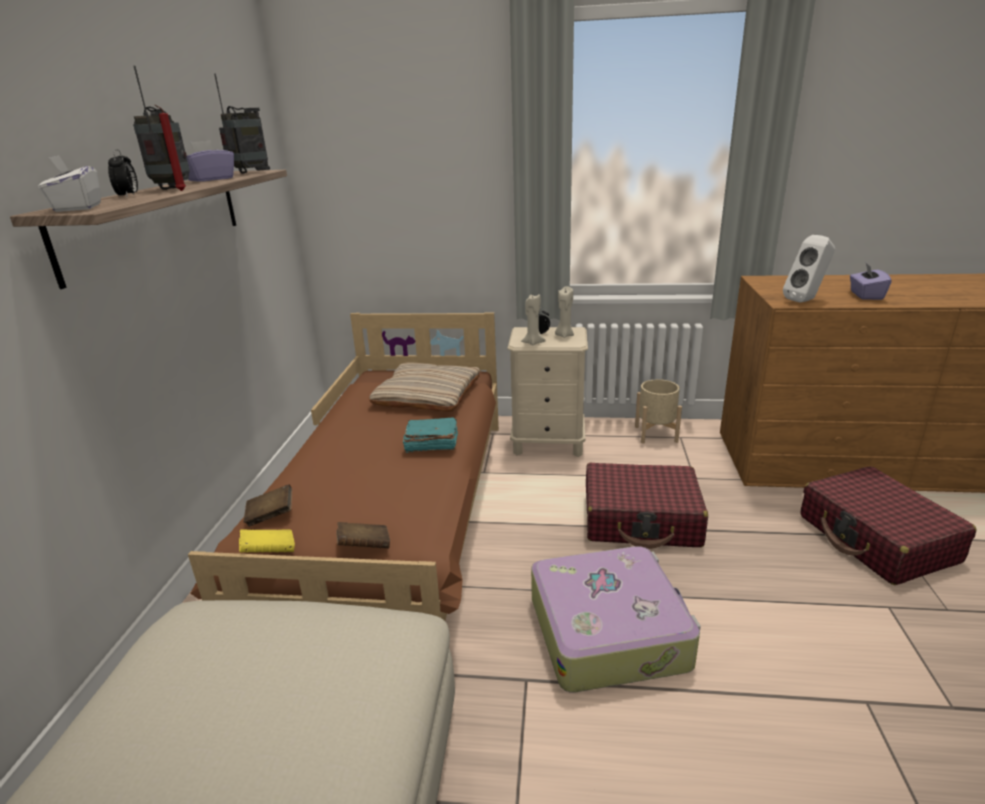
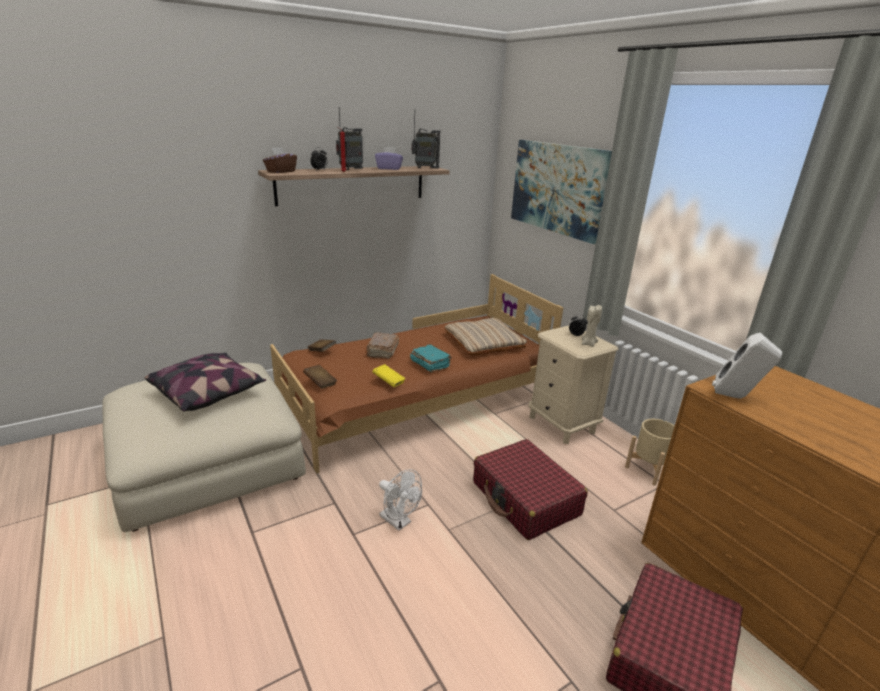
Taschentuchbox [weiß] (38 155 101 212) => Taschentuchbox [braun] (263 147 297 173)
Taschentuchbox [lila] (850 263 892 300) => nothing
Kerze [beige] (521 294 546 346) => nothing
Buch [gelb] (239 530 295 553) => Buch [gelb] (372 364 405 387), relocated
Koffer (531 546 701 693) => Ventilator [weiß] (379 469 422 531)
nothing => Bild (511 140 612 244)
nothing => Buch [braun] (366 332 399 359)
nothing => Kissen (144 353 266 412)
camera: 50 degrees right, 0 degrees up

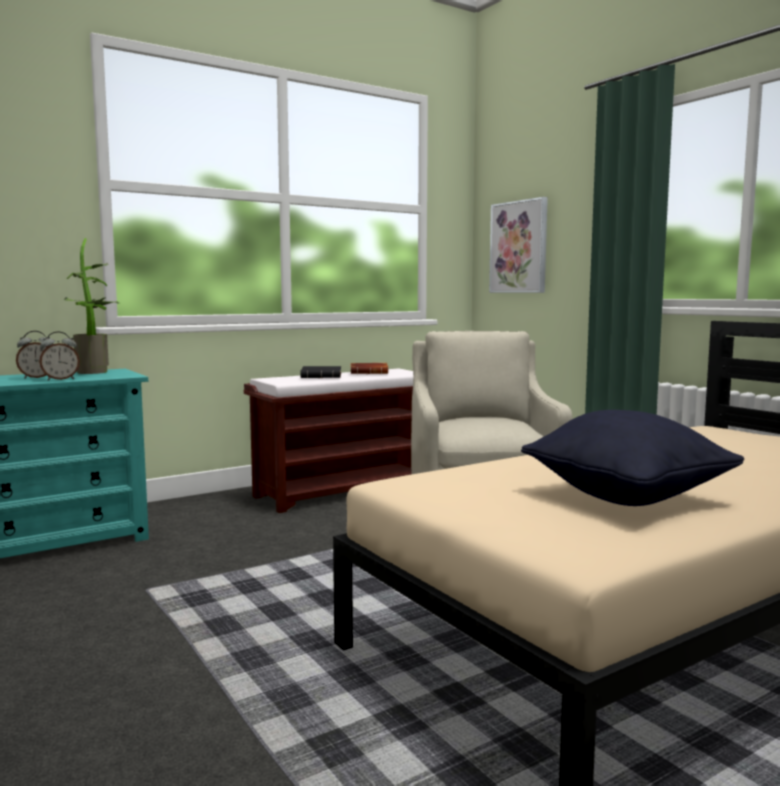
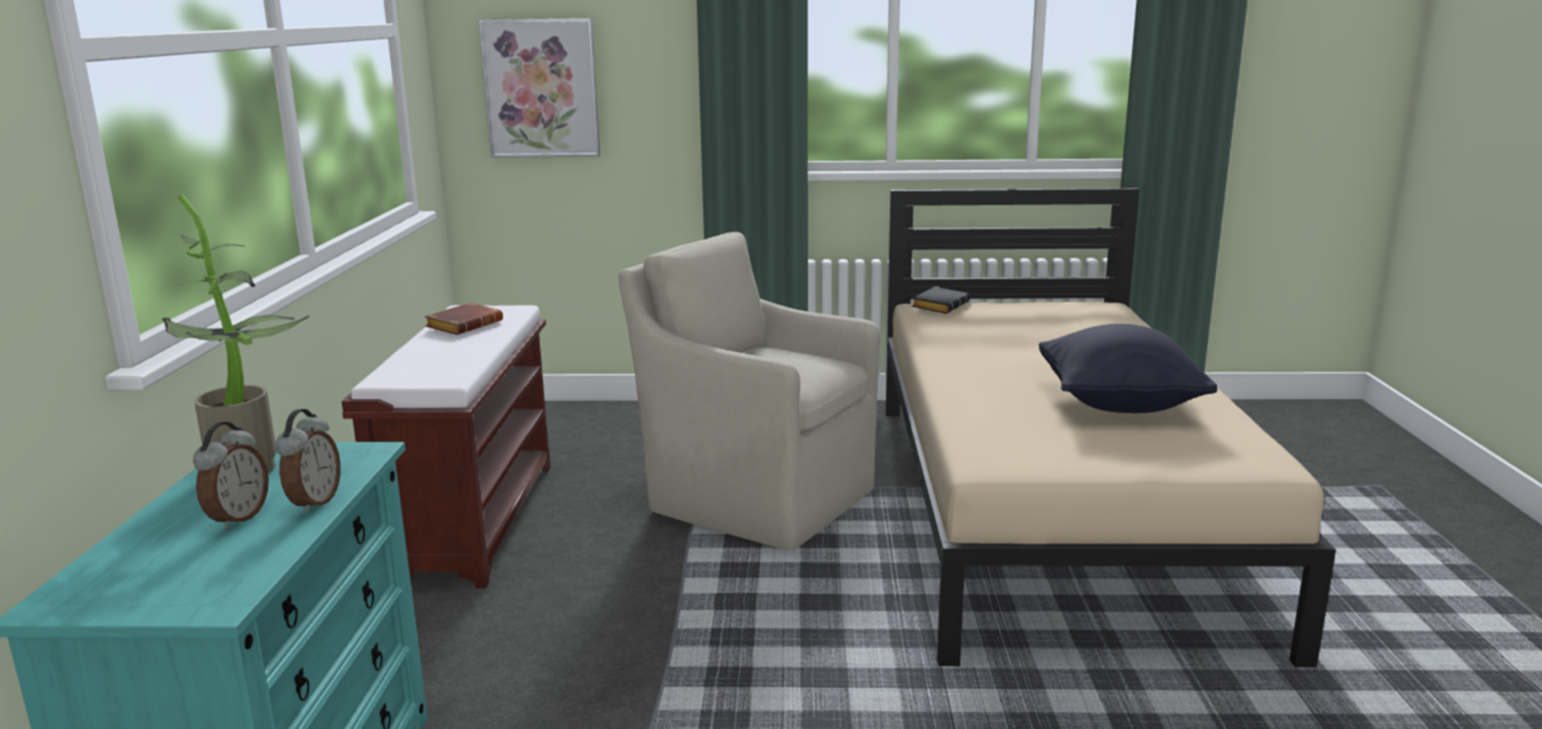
Buch [schwarz] (301 366 341 378) => Buch [schwarz] (912 287 970 314), relocated
camera: 55 degrees left, 10 degrees up

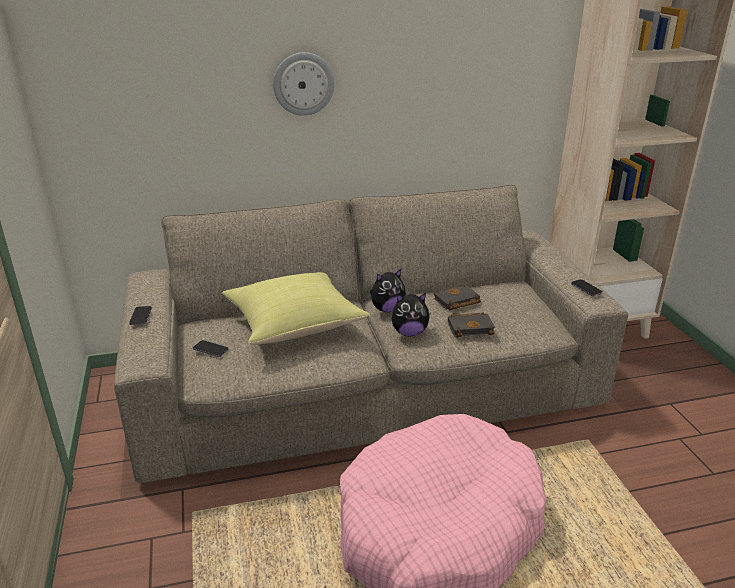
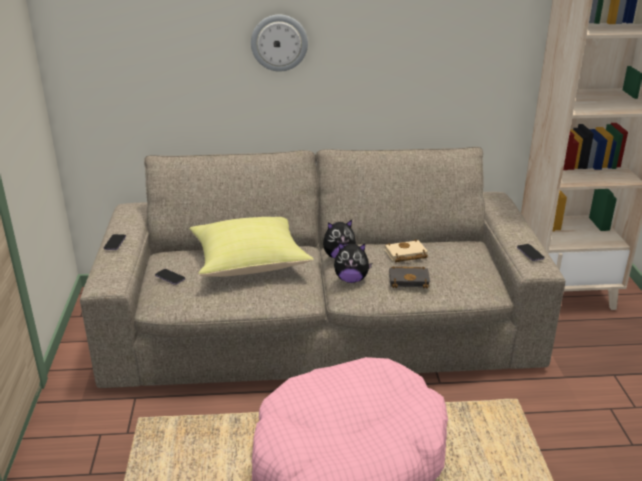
Buch [schwarz] (433 284 481 311) => Buch [beige] (385 239 428 263)
camera: 10 degrees right, 0 degrees up

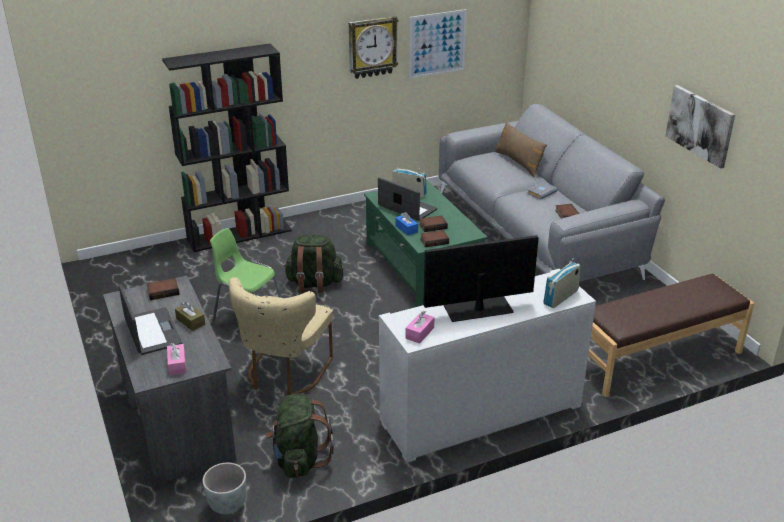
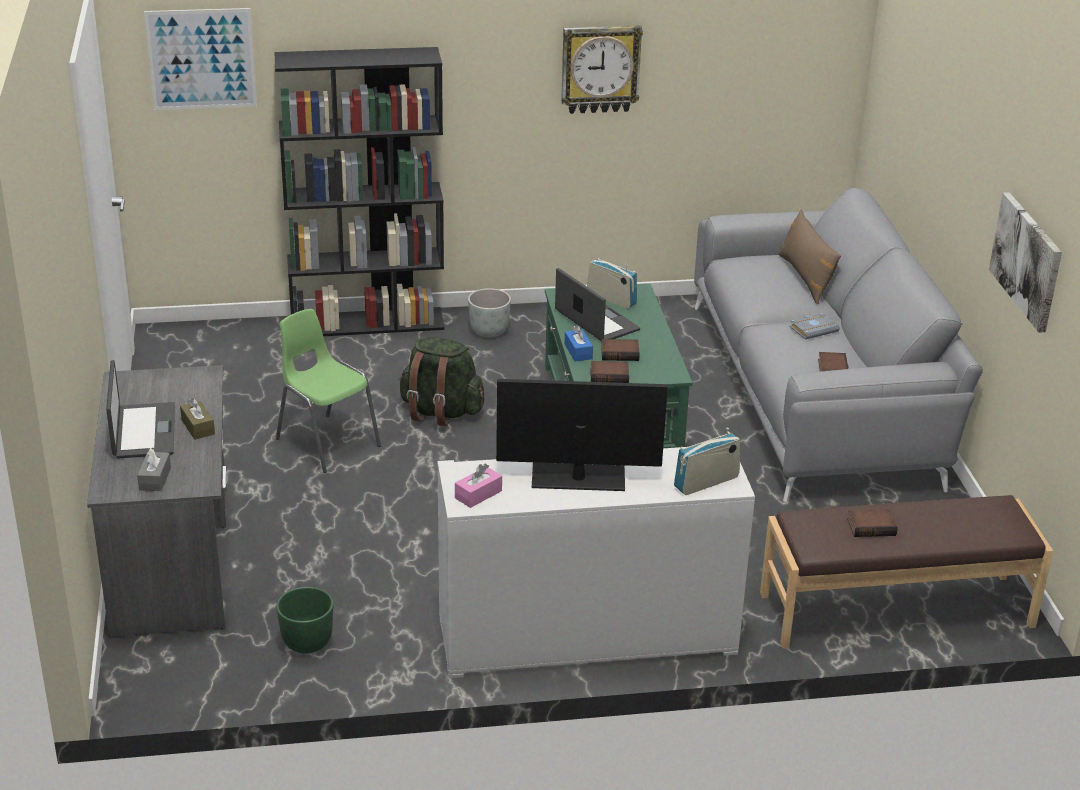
Bild (409 9 467 79) => Bild (144 8 257 110), relocated
Stuhl [beige] (229 277 333 395) => nothing
Buch (146 278 180 300) => Buch (847 509 898 537), relocated
Taschentuchbox [rosa] (167 343 186 375) => Taschentuchbox [grau] (137 448 171 491)
Rucksack [grün] (266 393 333 478) => Pflanzkübel [grün] (276 587 333 654)
Pflanzkübel [grau] (203 463 246 514) => Pflanzkübel [grau] (468 288 511 337), relocated
camera: 15 degrees right, 0 degrees up

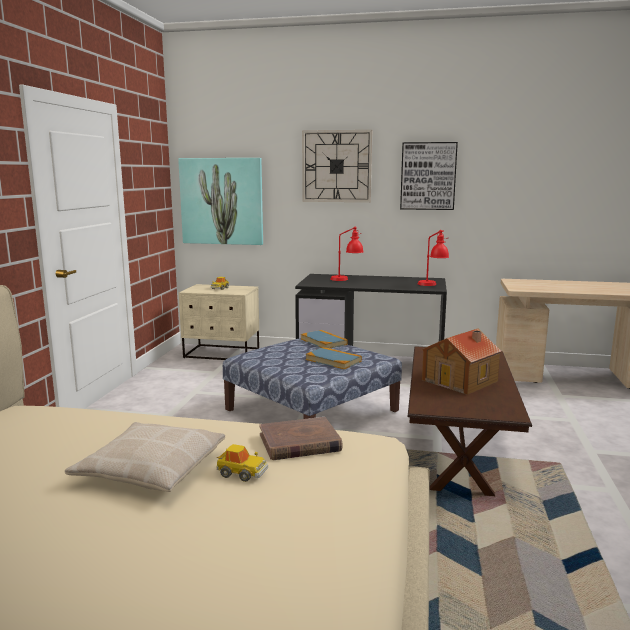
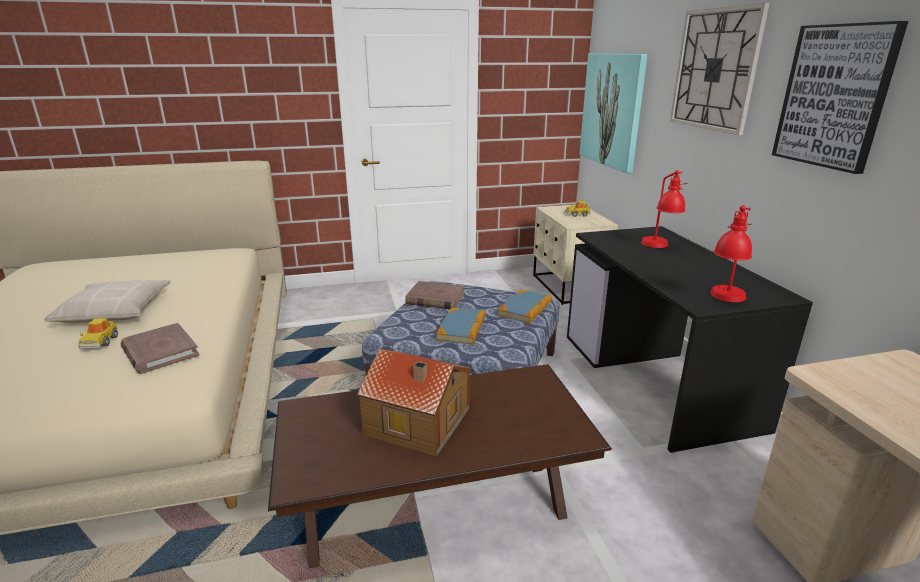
nothing => Buch [braun] (405 281 465 309)
camera: 65 degrees right, 10 degrees up

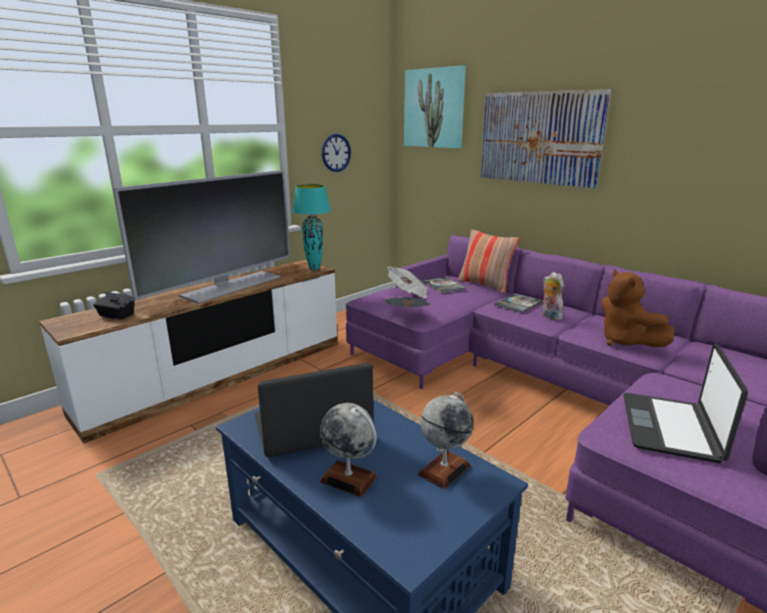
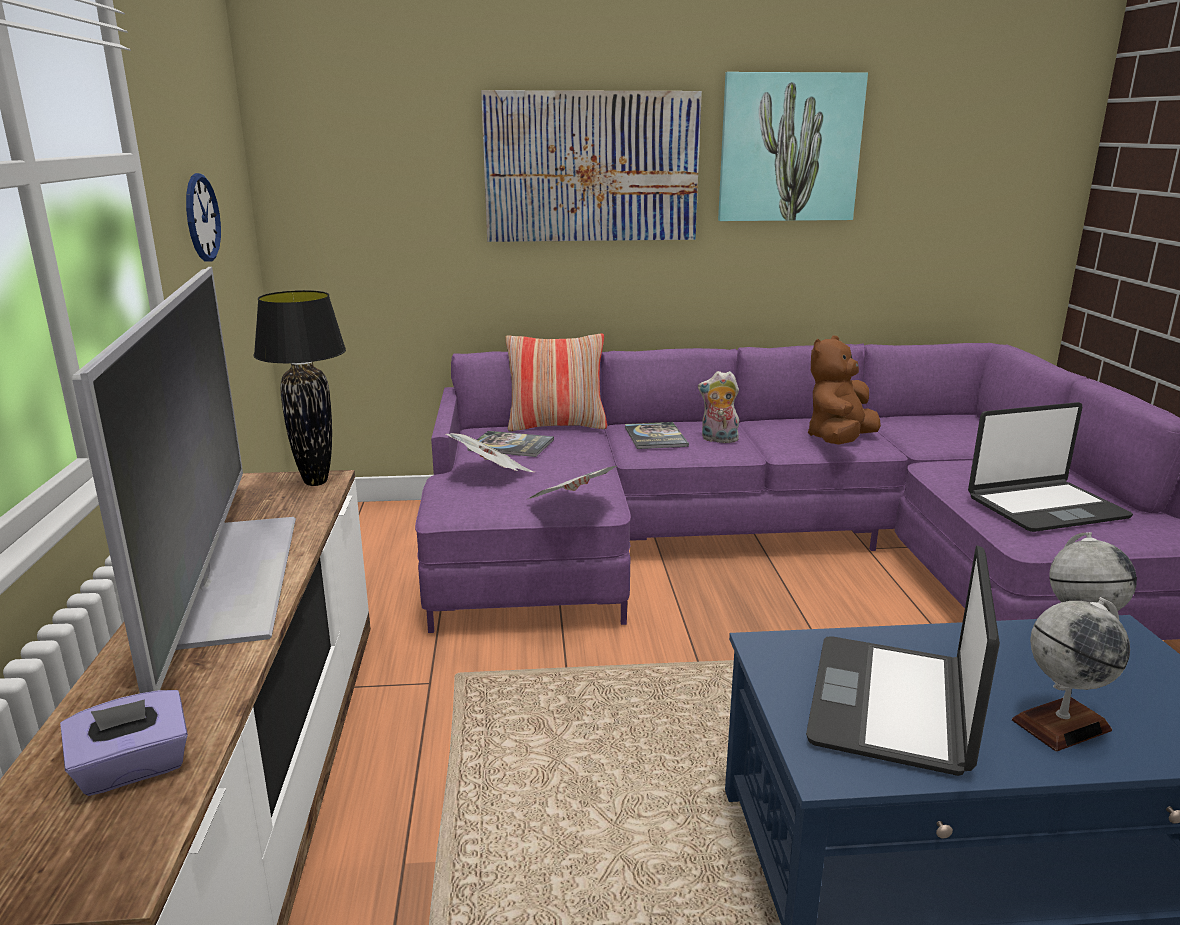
Bild (404 65 466 149) => Bild (718 72 868 221), relocated
Tischlampe [türkis] (292 184 331 270) => Tischlampe [schwarz] (254 290 346 486)
Plüschtier [braun] (602 269 674 347) => Plüschtier [braun] (808 335 881 445), 105 degrees clockwise
Taschentuchbox [schwarz] (93 291 135 320) => Taschentuchbox [lila] (60 690 188 796)
Laptop (623 343 748 463) => Laptop (968 402 1133 532), 75 degrees counterclockwise
camera: 50 degrees left, 0 degrees up

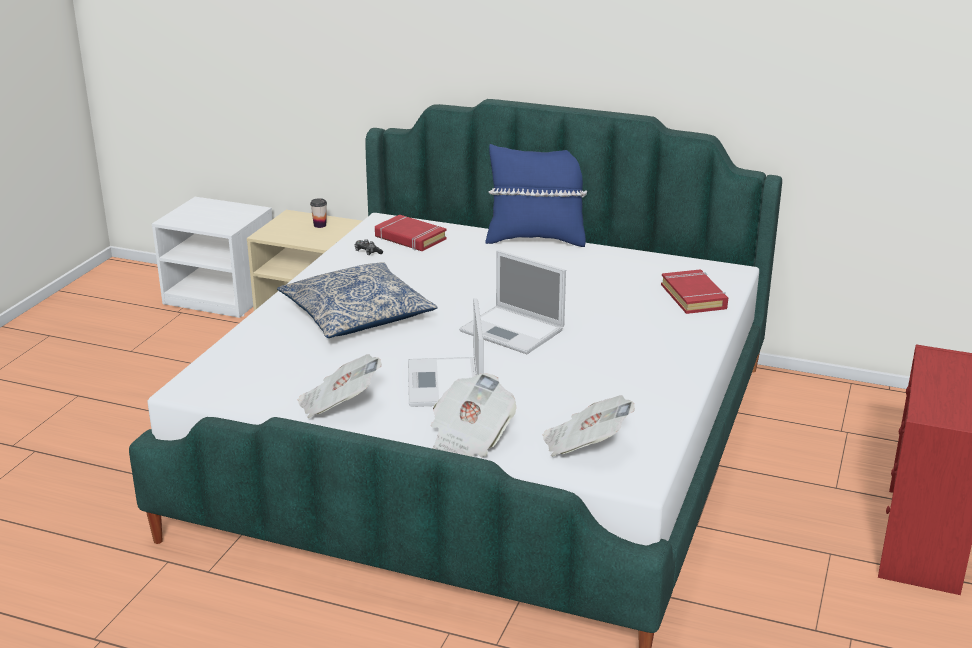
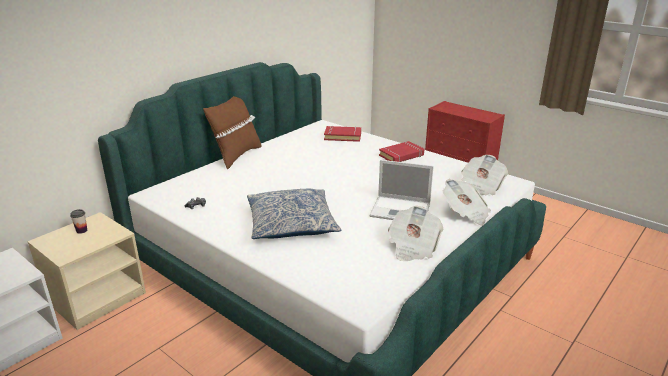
Kissen [blau] (485 144 587 247) => Kissen [braun] (203 96 261 169)
Buch [rot] (375 215 447 251) => Buch [rot] (379 141 424 162), relocated
Laptop (459 250 566 354) => nothing
camera: 70 degrees left, 0 degrees up

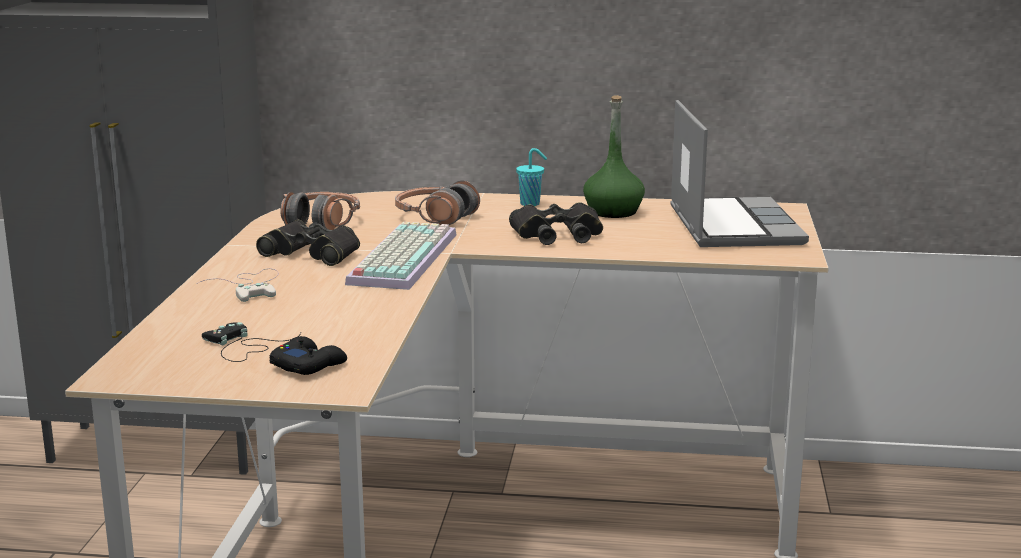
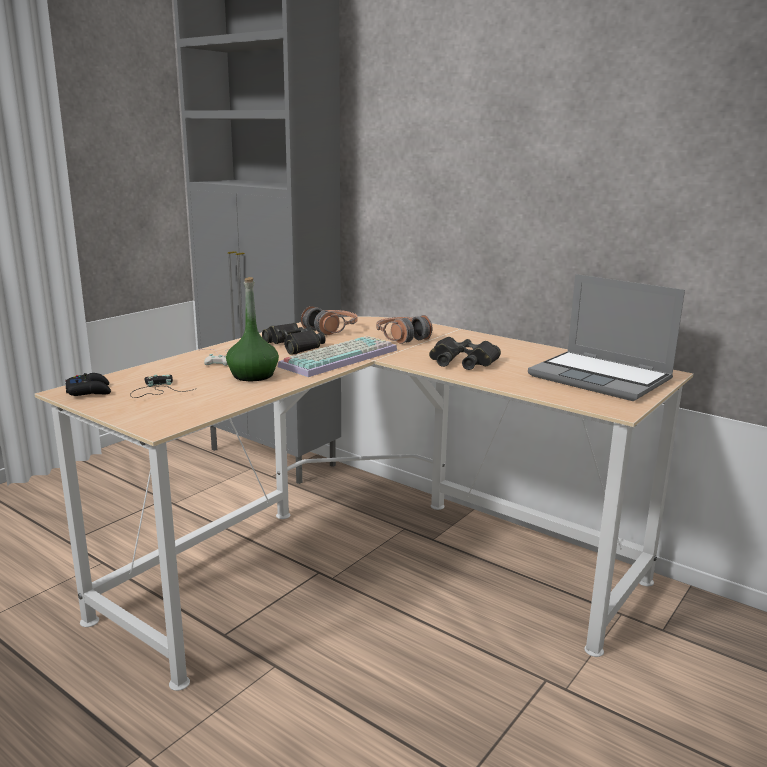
Flasche [grün] (583 95 645 218) => Flasche [grün] (226 277 279 381), relocated
Laptop (670 100 809 247) => Laptop (528 274 685 401), 105 degrees clockwise
Tasse [türkis] (516 148 547 206) => nothing
Gamepad [schwarz] (269 336 347 375) => Gamepad [schwarz] (65 373 111 396), relocated
camera: 30 degrees right, 0 degrees up

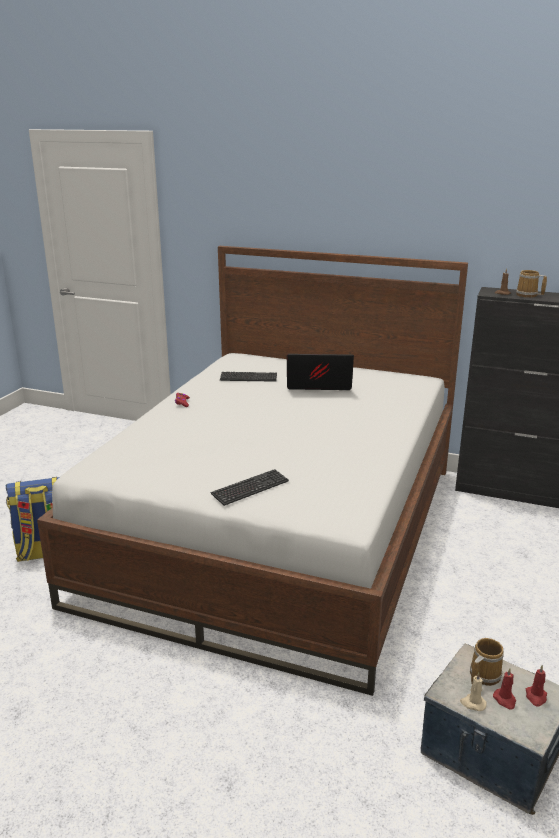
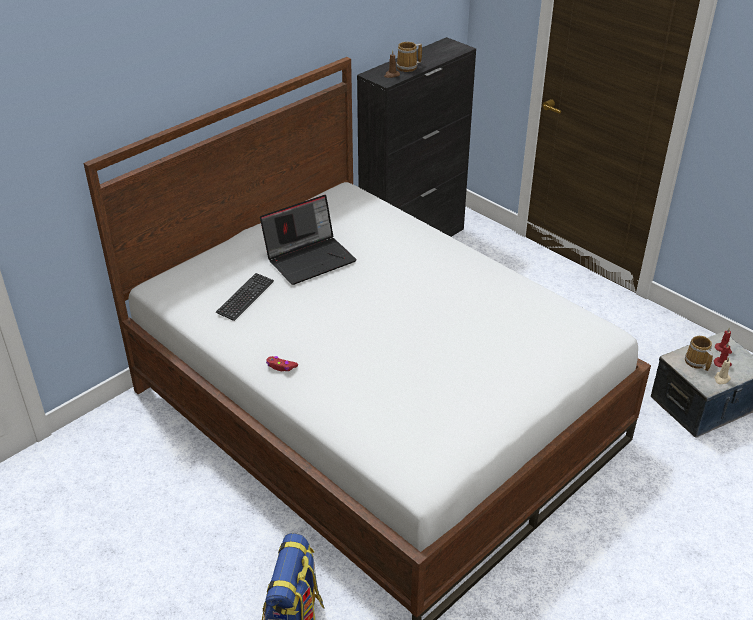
Laptop (287 354 354 390) => Laptop (260 195 357 285), 150 degrees counterclockwise
Tastatur (210 469 289 506) => nothing
camera: 65 degrees left, 15 degrees up

